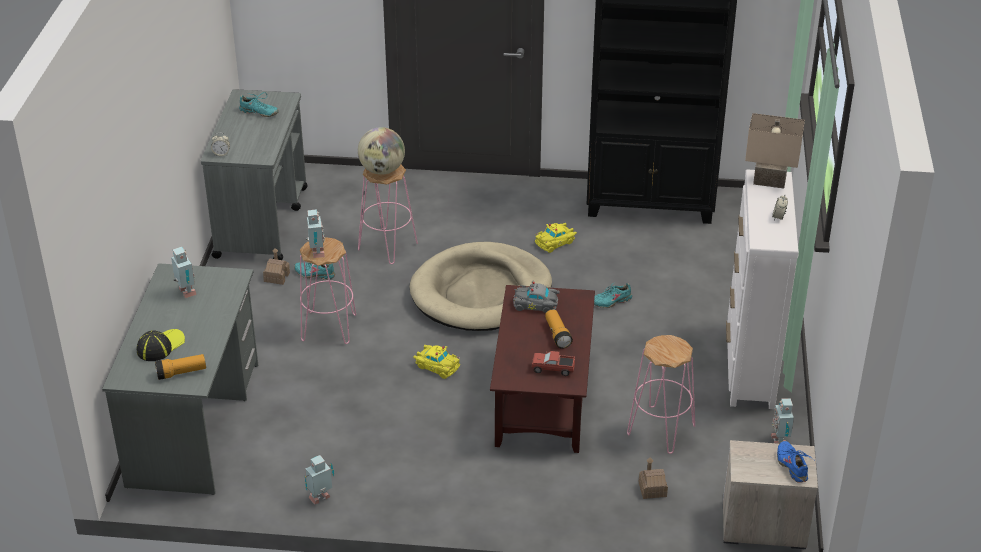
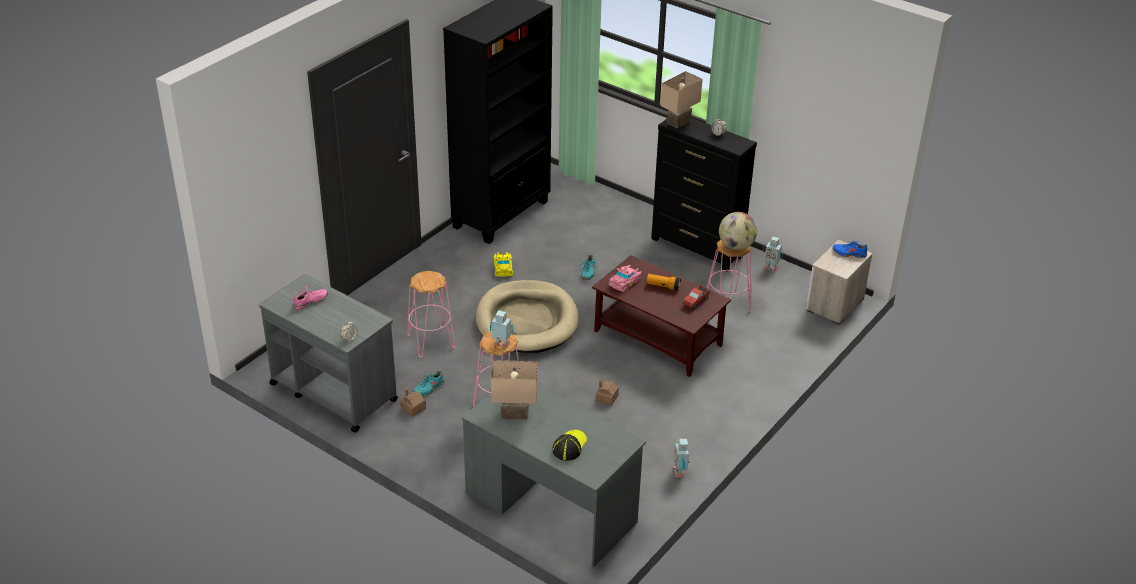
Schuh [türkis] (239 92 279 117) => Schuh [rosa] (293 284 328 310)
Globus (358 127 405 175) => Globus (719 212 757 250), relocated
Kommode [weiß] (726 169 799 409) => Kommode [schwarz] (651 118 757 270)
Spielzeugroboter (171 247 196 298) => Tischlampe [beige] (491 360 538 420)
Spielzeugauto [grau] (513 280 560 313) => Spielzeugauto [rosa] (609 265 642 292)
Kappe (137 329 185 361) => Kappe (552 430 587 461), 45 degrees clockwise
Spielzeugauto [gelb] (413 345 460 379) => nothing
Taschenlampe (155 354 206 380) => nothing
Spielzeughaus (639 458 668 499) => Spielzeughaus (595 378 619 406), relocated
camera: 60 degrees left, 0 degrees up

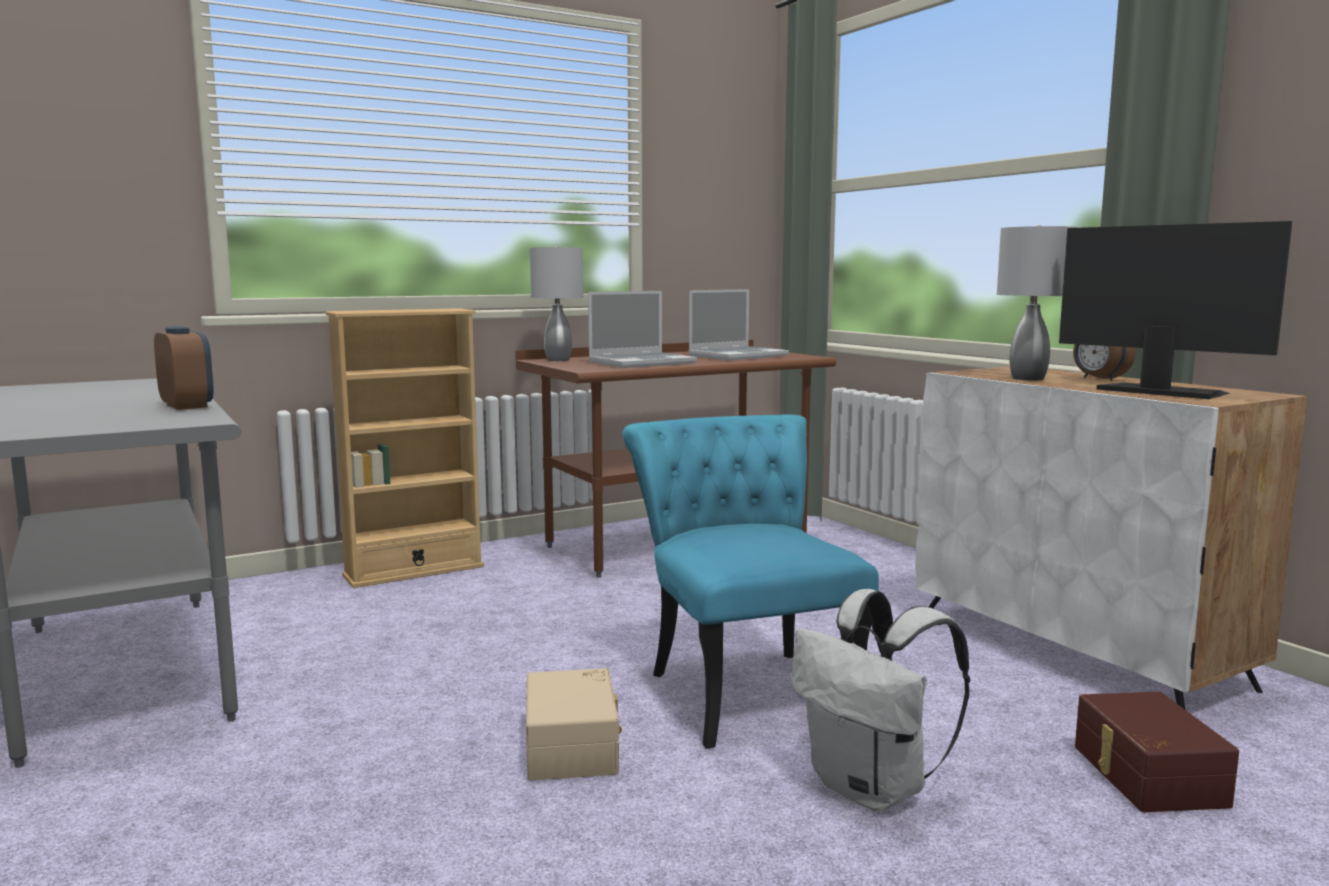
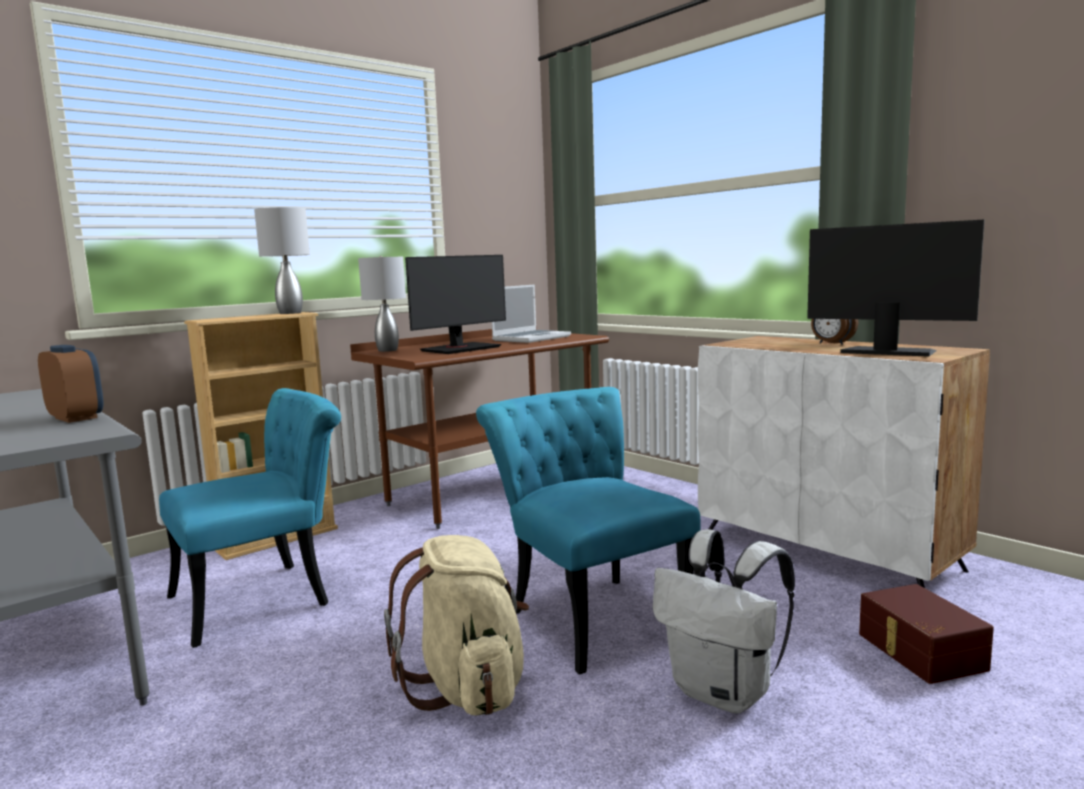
Tischlampe [grau] (997 225 1077 380) => Tischlampe [grau] (254 207 310 314), relocated
Laptop (588 291 697 368) => Monitor (405 255 506 354)
Aufbewahrungsbox [beige] (526 668 622 781) => Rucksack [beige] (384 535 529 715)
nothing => Stuhl [türkis] (159 388 341 648)
camera: 10 degrees left, 0 degrees up

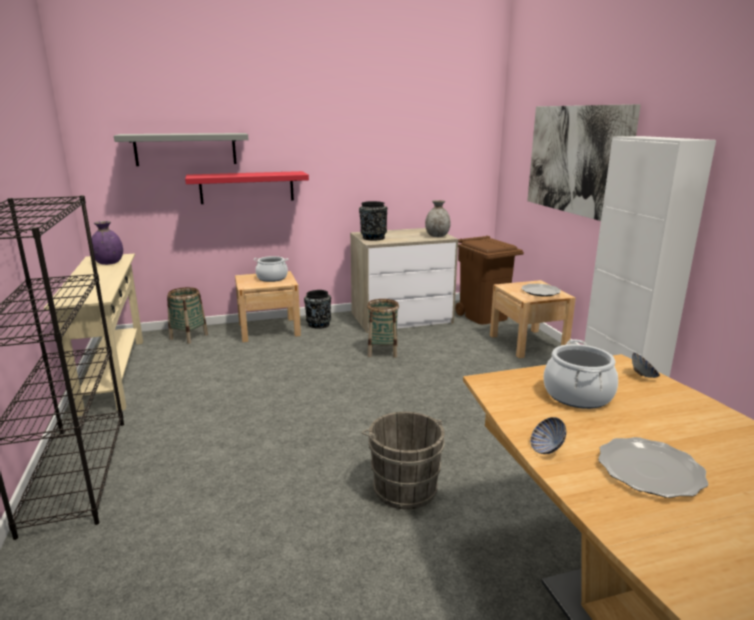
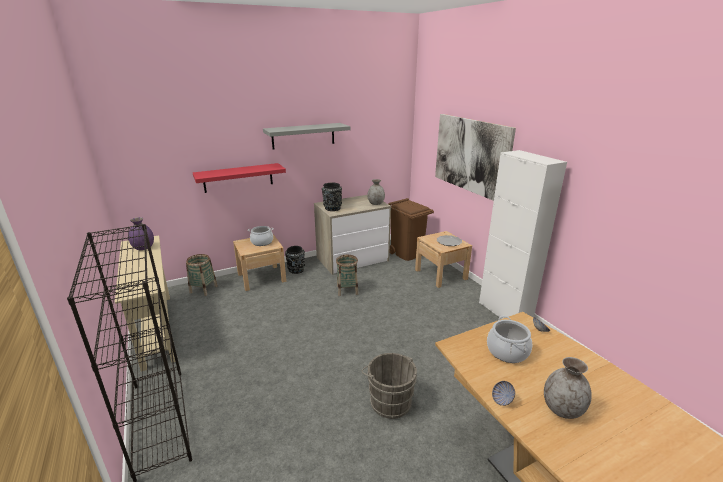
Wandregal [grau] (114 133 249 166) => Wandregal [grau] (263 123 351 149), relocated
Teller (598 437 708 498) => Vase [grau] (544 357 592 419)
camera: 10 degrees left, 5 degrees up

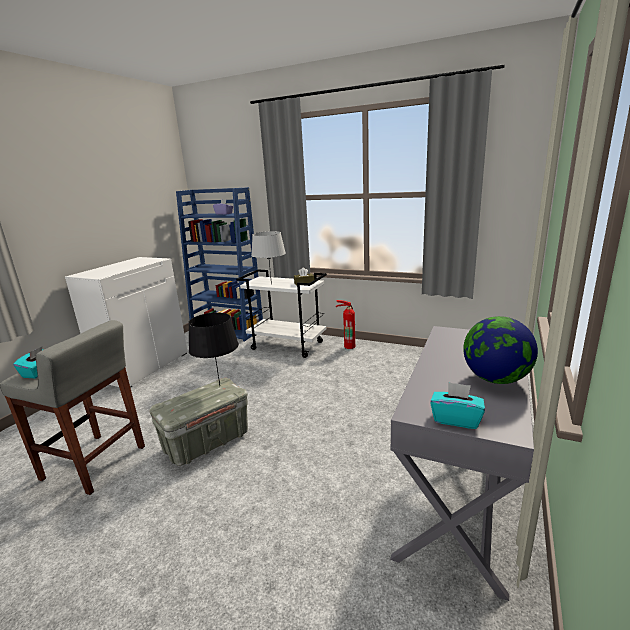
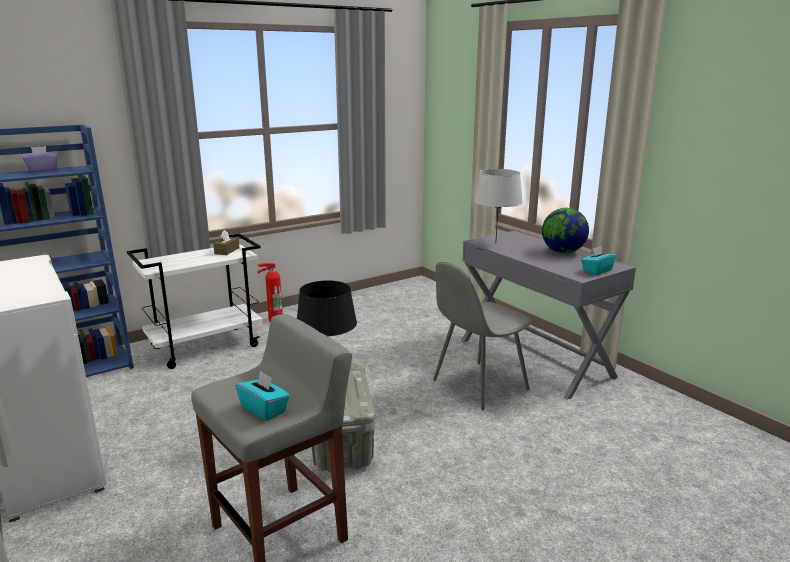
Tischlampe [grau] (251 231 286 284) => Tischlampe [grau] (474 169 523 244), relocated
nothing => Stuhl [grau] (433 262 531 410)
camera: 60 degrees left, 0 degrees up

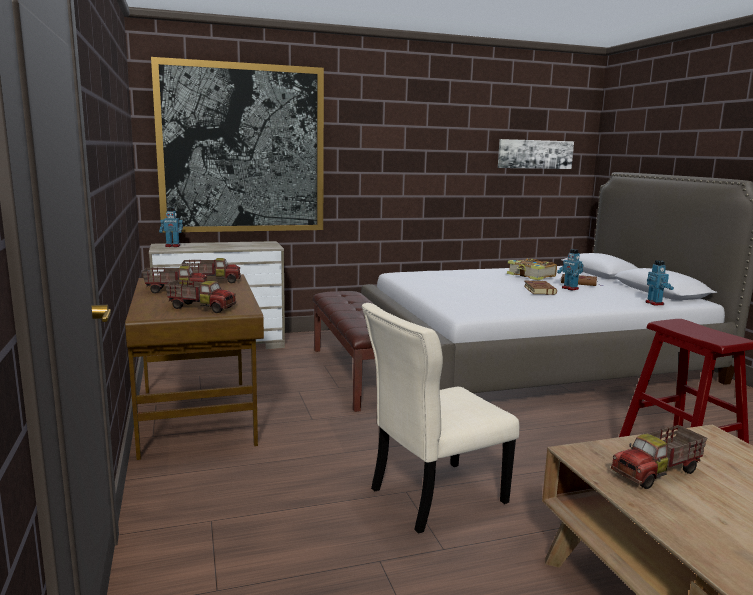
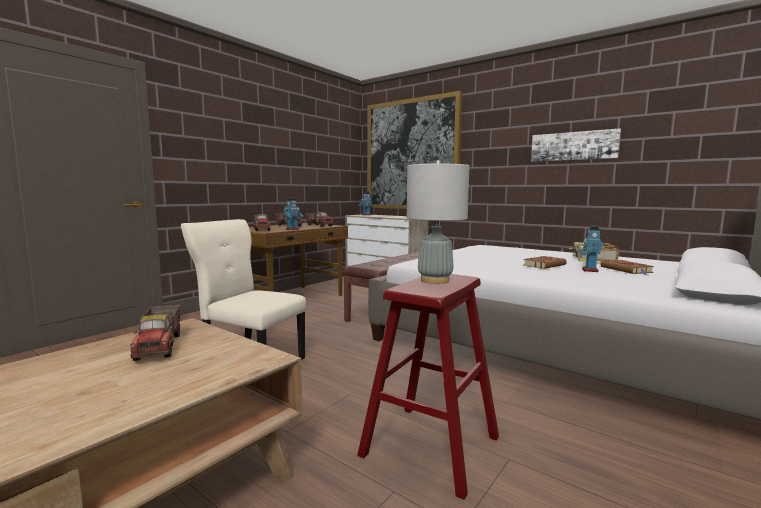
Bild (498 139 574 169) => Bild (531 128 621 162), relocated
Spielzeugroboter (646 260 674 305) => Spielzeugroboter (284 198 304 230), relocated
Spielzeuglaster (611 425 707 489) => Spielzeuglaster (130 305 181 361), 135 degrees counterclockwise
nothing => Tischlampe [grau] (407 160 470 284)
camera: 55 degrees right, 5 degrees down

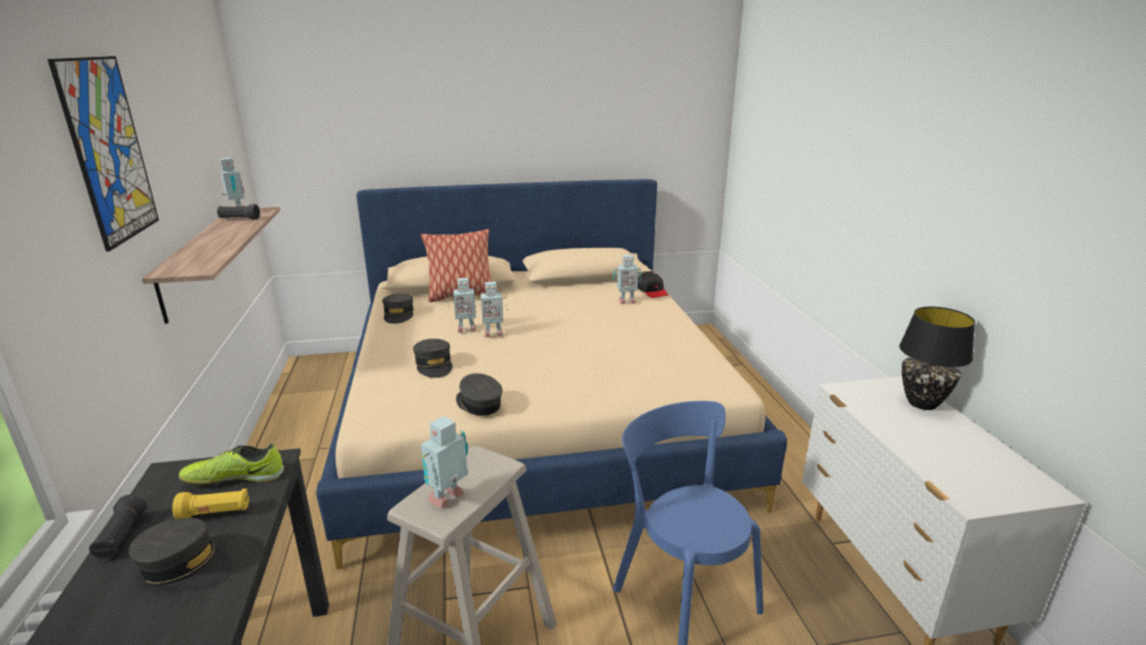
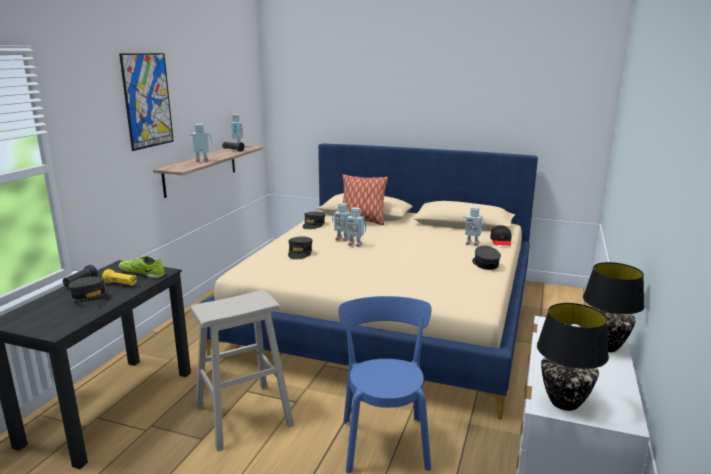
Kappe [grau] (456 373 502 416) => Kappe [grau] (472 245 501 270), relocated
Spielzeugroboter (421 416 468 509) => Spielzeugroboter (189 124 212 162), relocated
nothing => Tischlampe [schwarz] (537 303 609 411)
camera: 30 degrees right, 5 degrees down

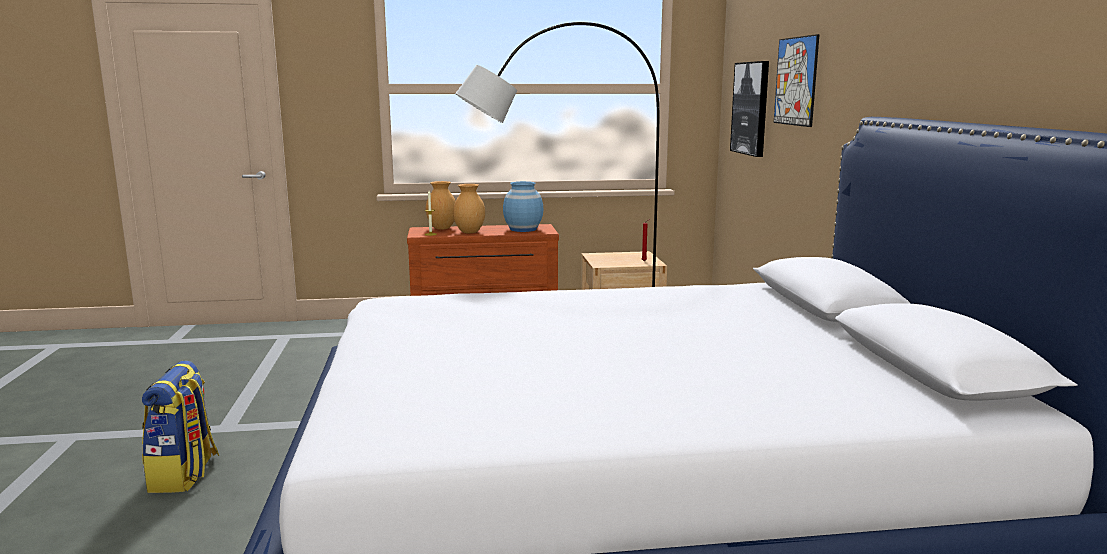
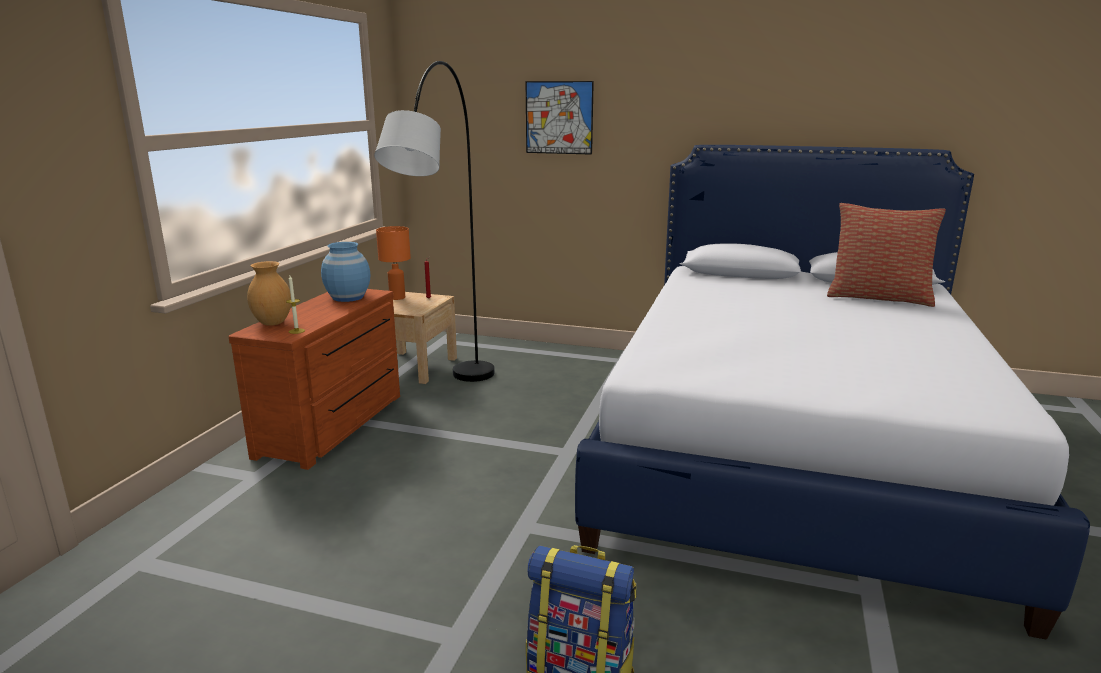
Bild (730 61 769 157) => nothing
Vase [braun] (453 184 485 233) => nothing
nothing => Kissen (827 203 946 307)
nothing => Tischlampe [orange] (376 226 411 300)
camera: 65 degrees left, 5 degrees up

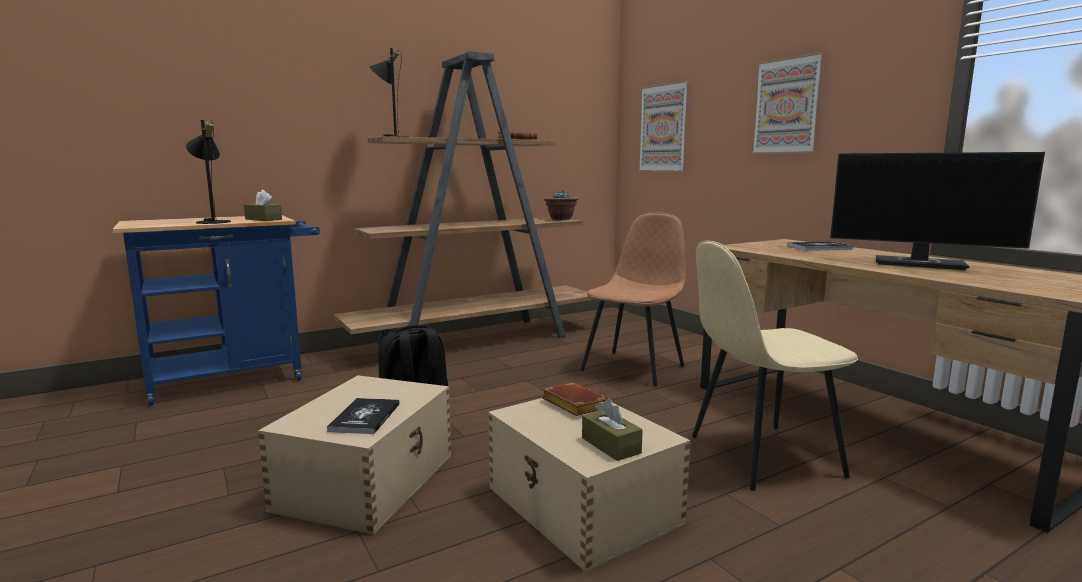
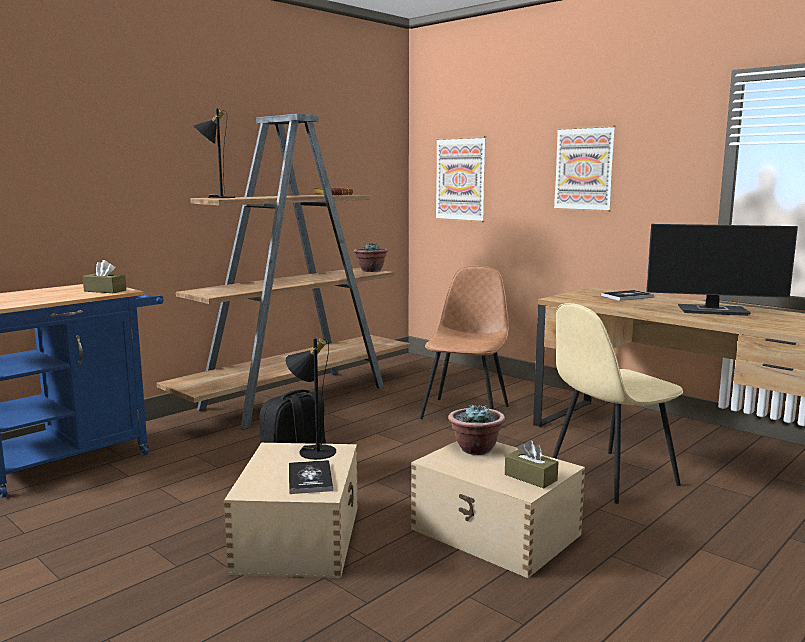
Tischlampe [schwarz] (186 120 231 224) => Tischlampe [schwarz] (285 338 336 460), relocated
Buch [braun] (541 382 609 416) => Topfpflanze (448 403 505 455)
camera: 15 degrees left, 0 degrees up

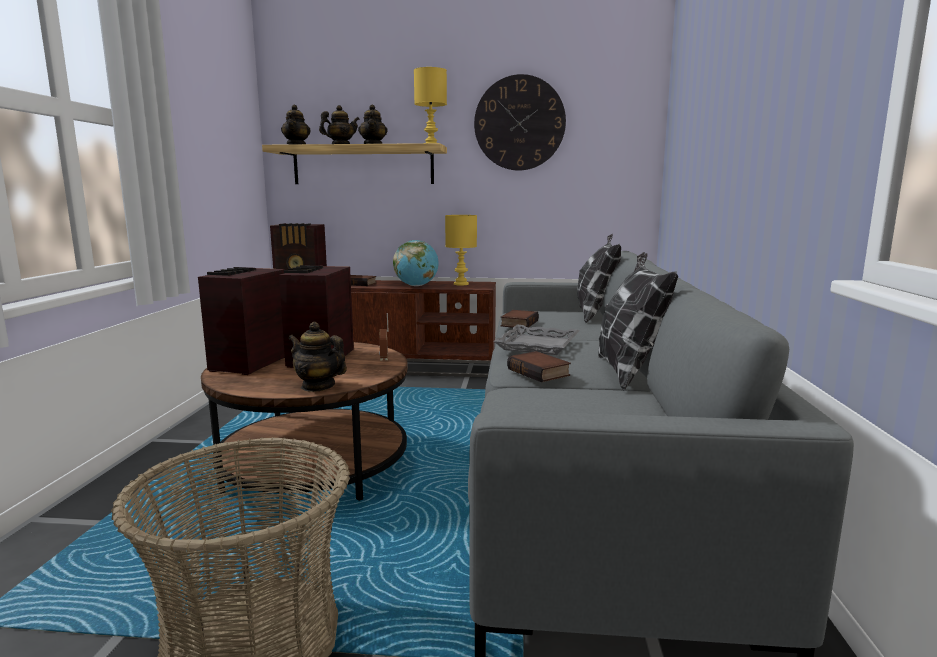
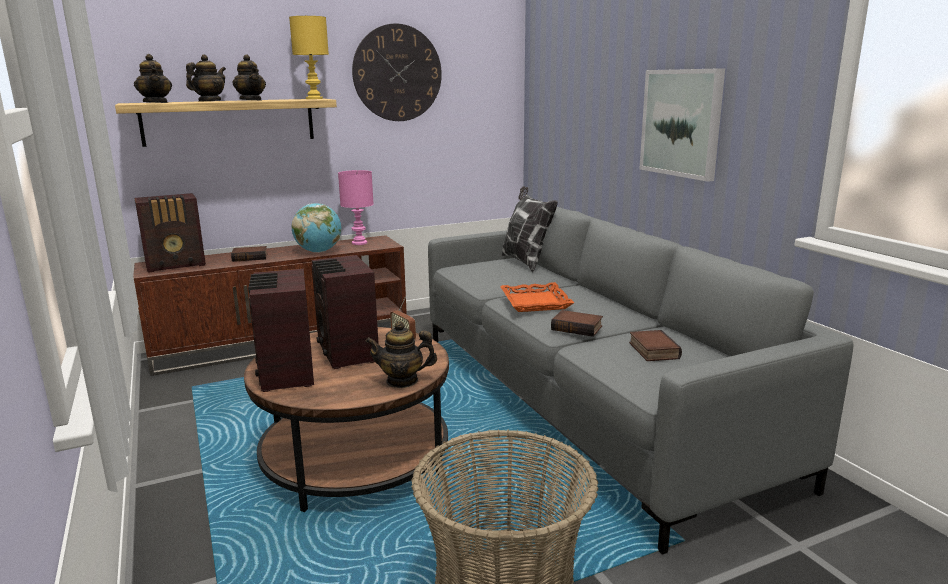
Tischlampe [gelb] (445 215 477 285) => Tischlampe [rosa] (338 170 374 245)
Kissen (598 252 678 391) => nothing
Buch (500 310 539 328) => Buch (629 330 682 361), relocated
Tablett [grau] (493 325 579 355) => Tablett [orange] (500 282 574 312)
nothing => Bild (640 68 725 182)
camera: 30 degrees left, 5 degrees up

